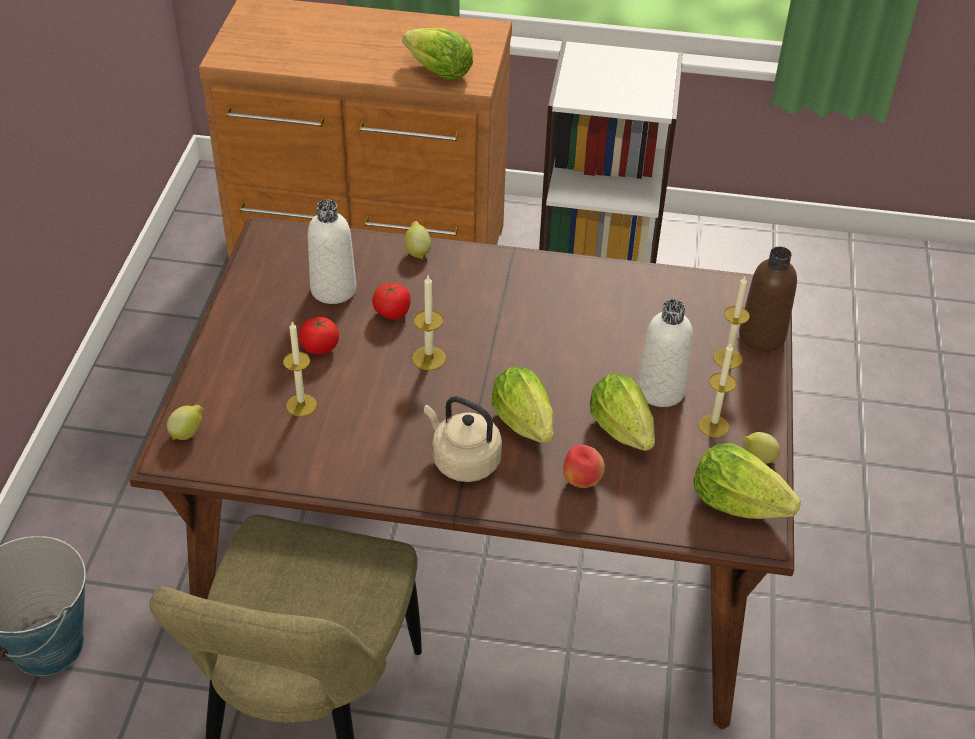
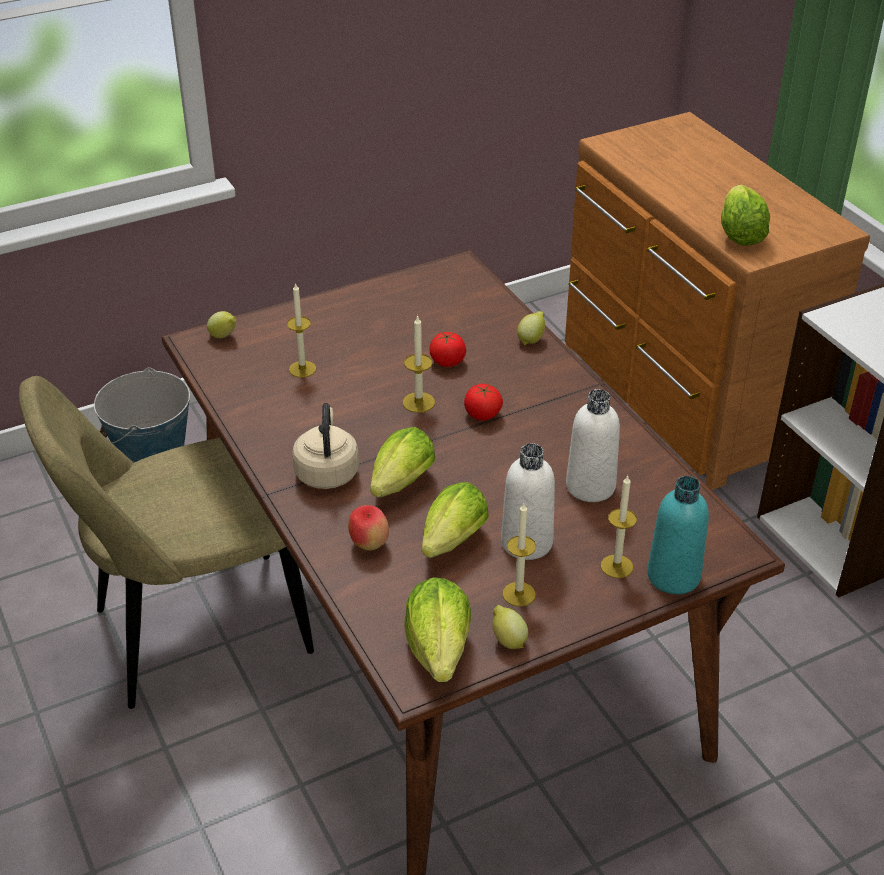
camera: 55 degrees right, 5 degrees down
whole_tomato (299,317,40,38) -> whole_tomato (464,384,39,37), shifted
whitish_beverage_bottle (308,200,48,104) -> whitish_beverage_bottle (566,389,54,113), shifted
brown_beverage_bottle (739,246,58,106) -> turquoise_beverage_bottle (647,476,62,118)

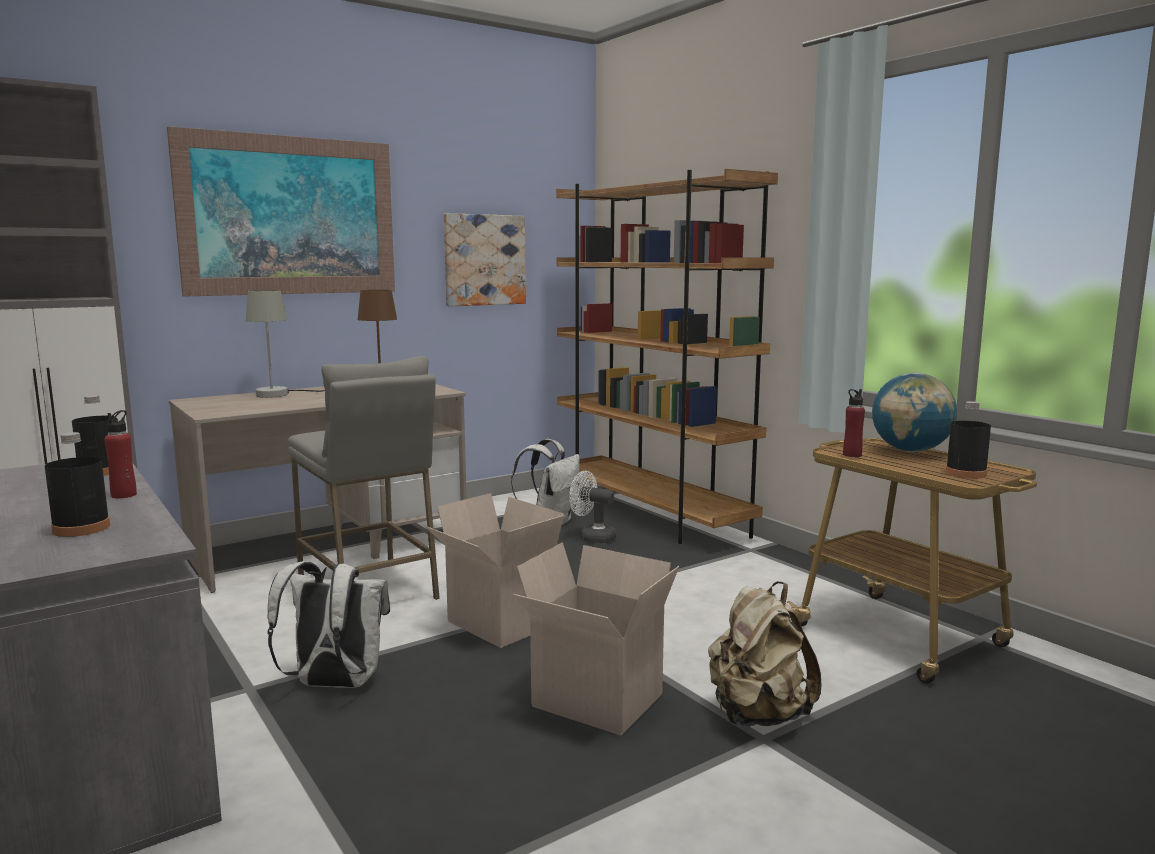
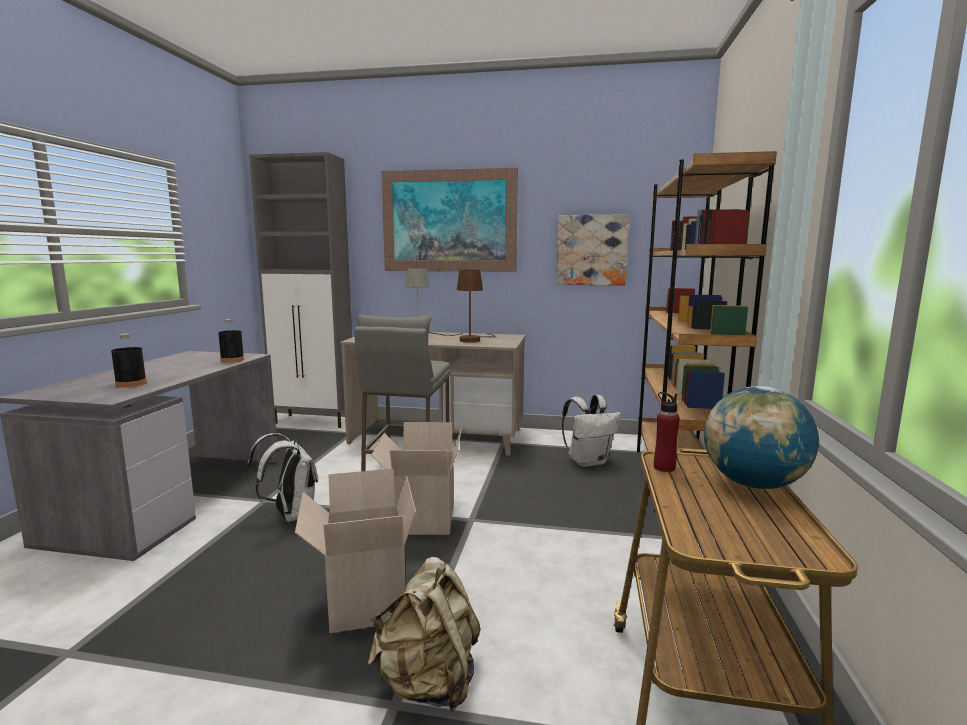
camera: 45 degrees right, 0 degrees up
red_beverage_bottle (104,410,33,88) -> none
whitish_fan (569,471,47,72) -> none
black-coloured_beverage_bottle (946,401,45,78) -> none

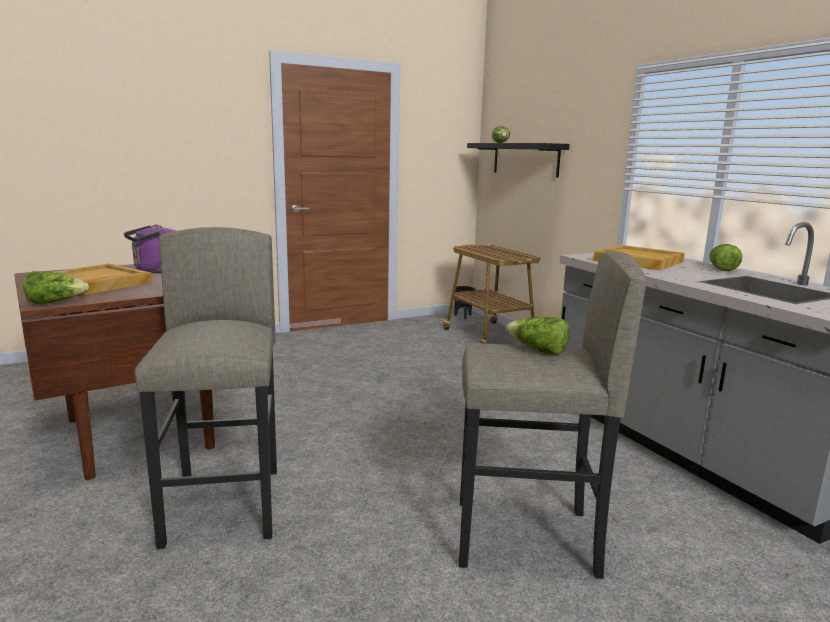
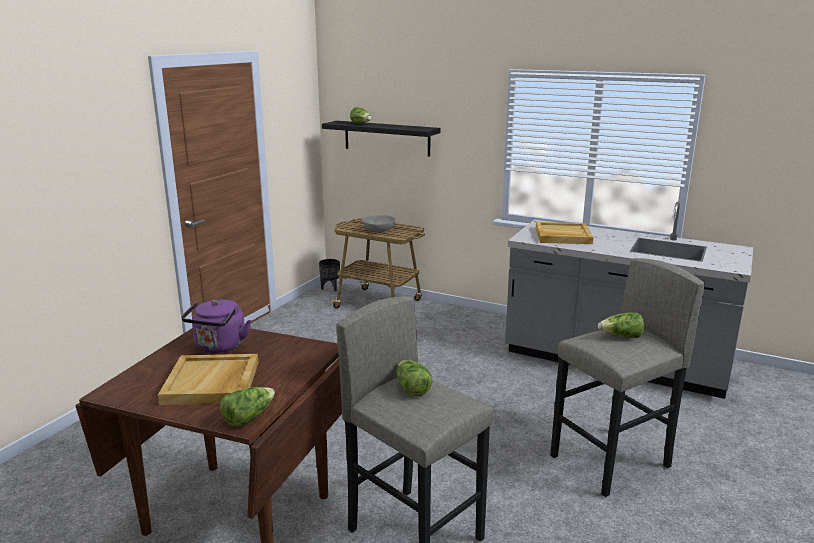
camera: 35 degrees left, 5 degrees up
lettuce (710,244,32,27) -> lettuce (397,360,35,37), shifted
none -> gray_bowl (363,215,33,17)

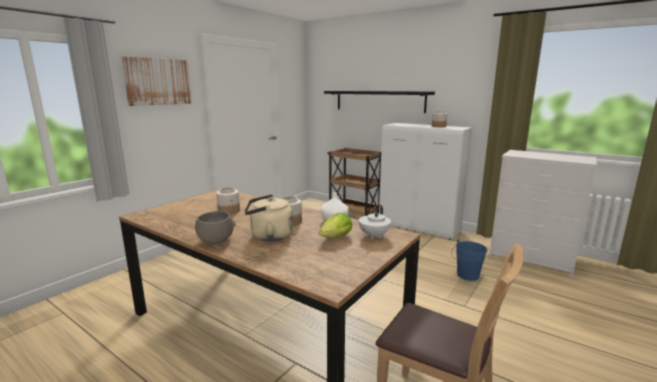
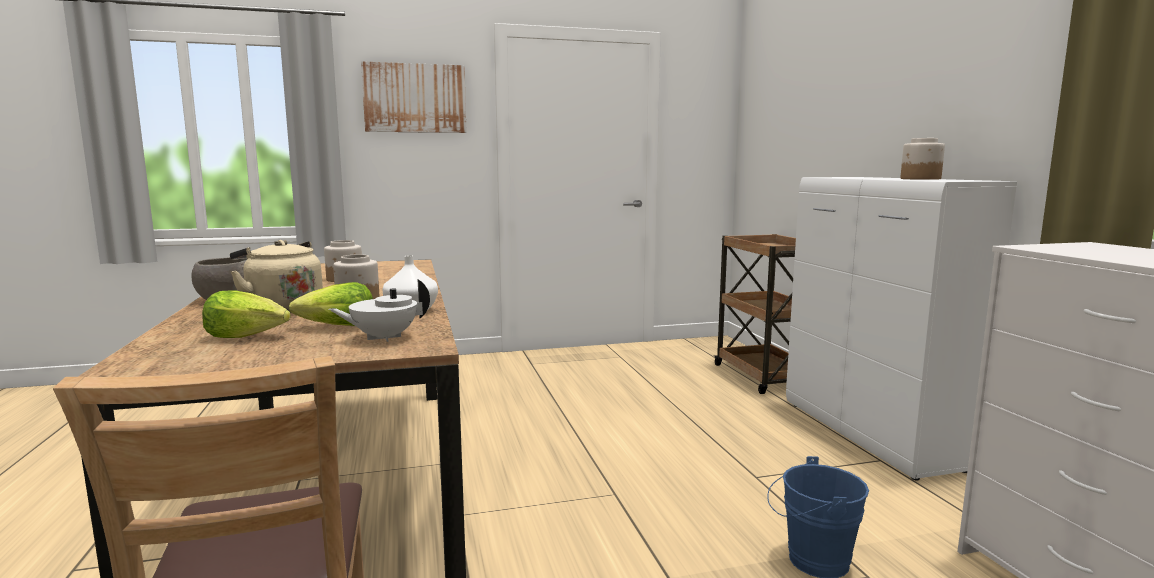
camera: 40 degrees right, 5 degrees down
black-coloured_wall_shelf (324,91,111,22) -> none
none -> lettuce (202,291,89,47)

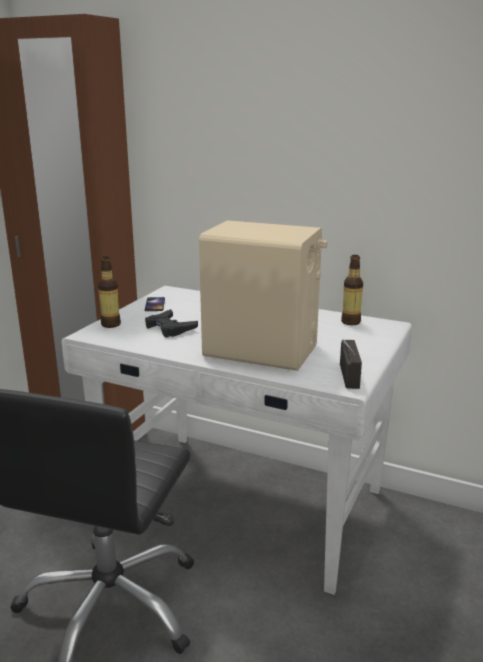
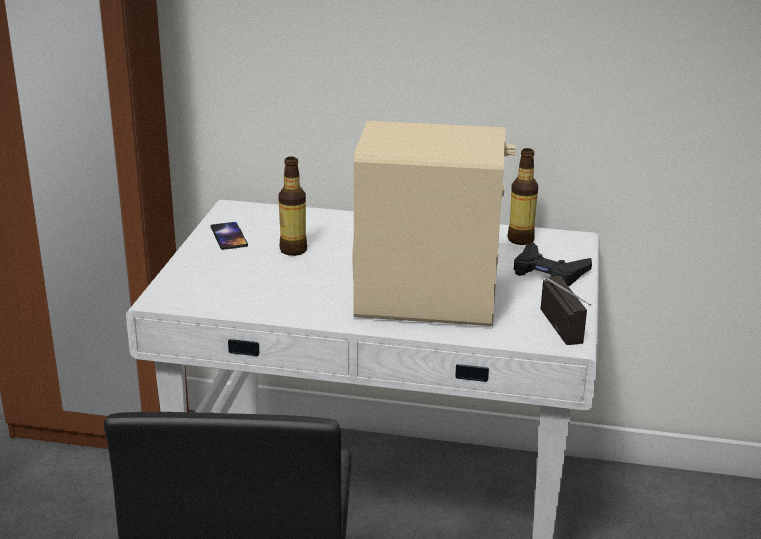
camera: 15 degrees left, 5 degrees up
beverage_bottle (98,257,23,71) -> beverage_bottle (278,157,29,99), shifted
black-coloured_joypad (145,309,53,29) -> black-coloured_joypad (514,242,78,44), shifted

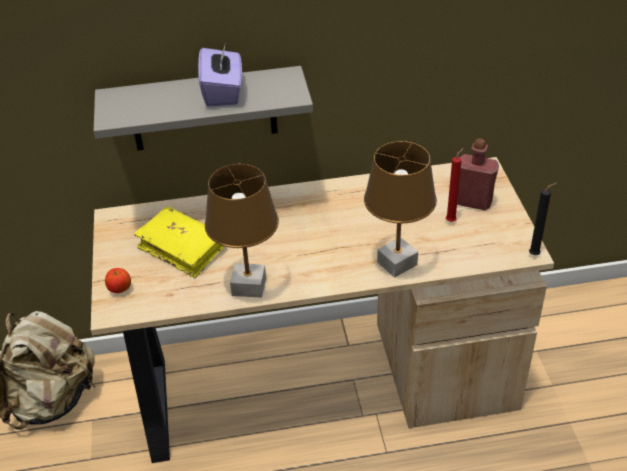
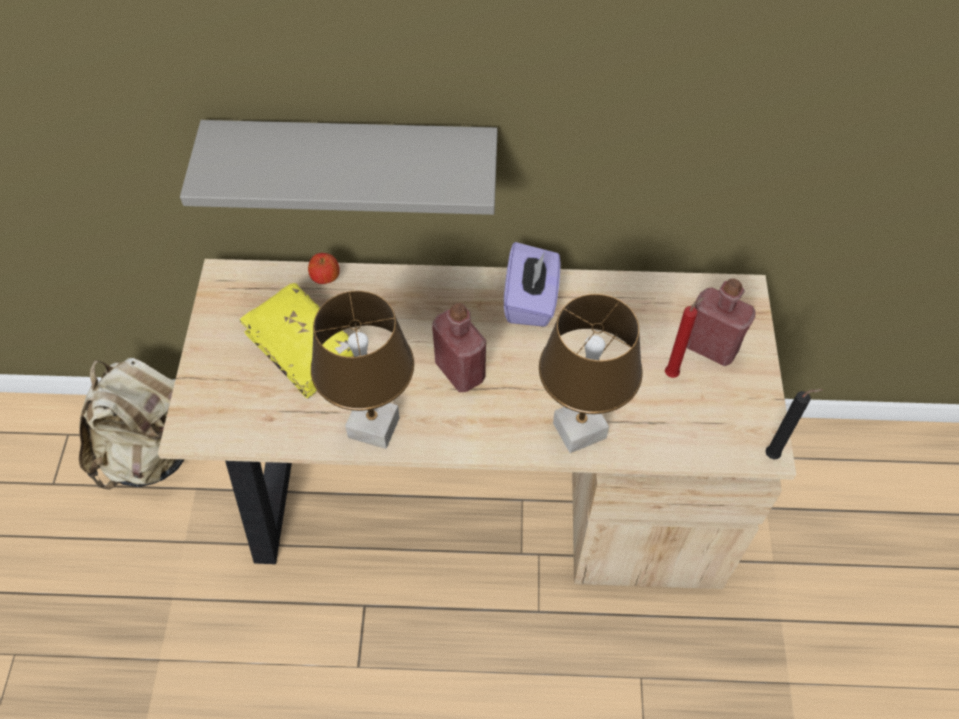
camera: 10 degrees right, 15 degrees up
apple_fruit (105,268,26,25) -> apple_fruit (308,253,32,31), shifted
purple_box_of_tissues (198,42,44,65) -> purple_box_of_tissues (504,242,57,85), shifted
none -> red_beverage_bottle (432,303,54,89)

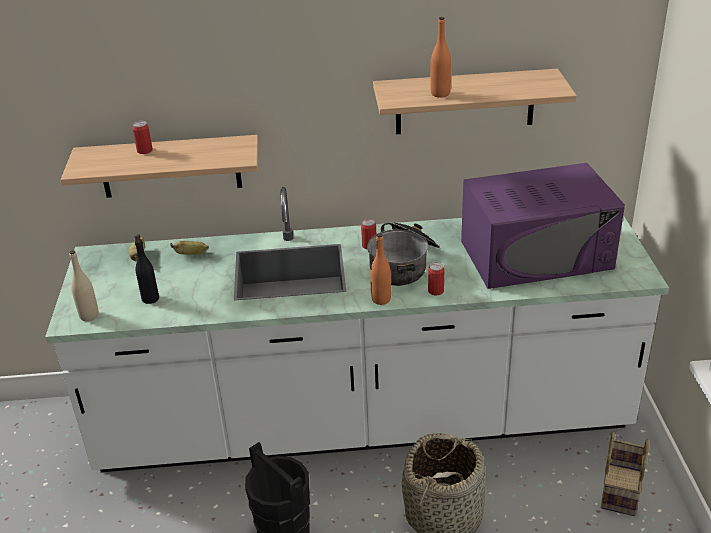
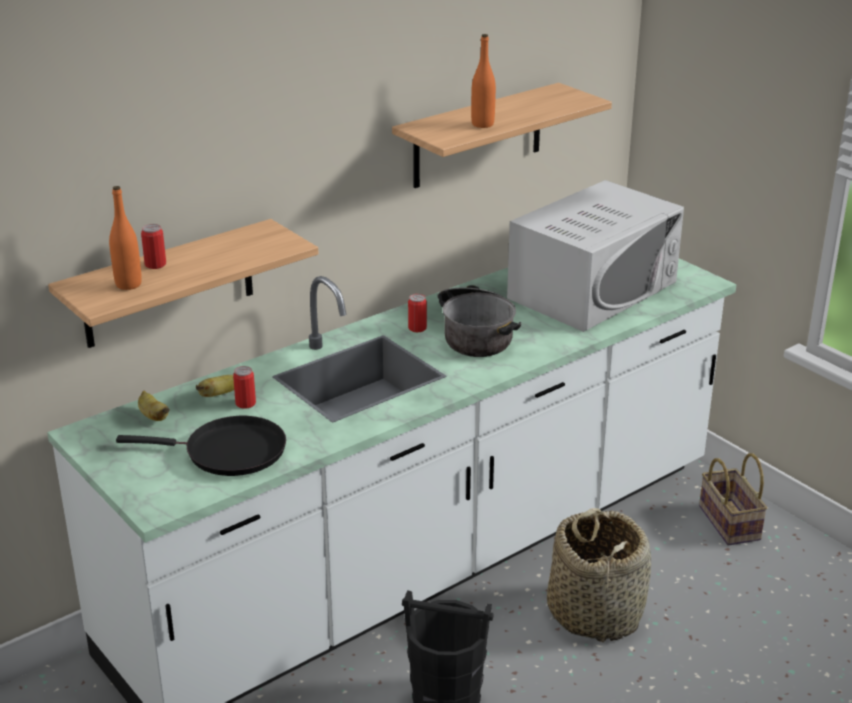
camera: 35 degrees left, 5 degrees down
beige-coloured_beverage_bottle (70,250,29,71) -> none
black-coloured_beverage_bottle (135,234,24,70) -> black-coloured_frying_pan (116,416,170,60)
orange-coloured_beverage_bottle (370,233,21,72) -> orange-coloured_beverage_bottle (109,186,33,104), shifted
can (428,262,16,33) -> can (233,366,23,43), shifted
purple_microwave (461,163,164,126) -> whitish_microwave (507,180,177,152)

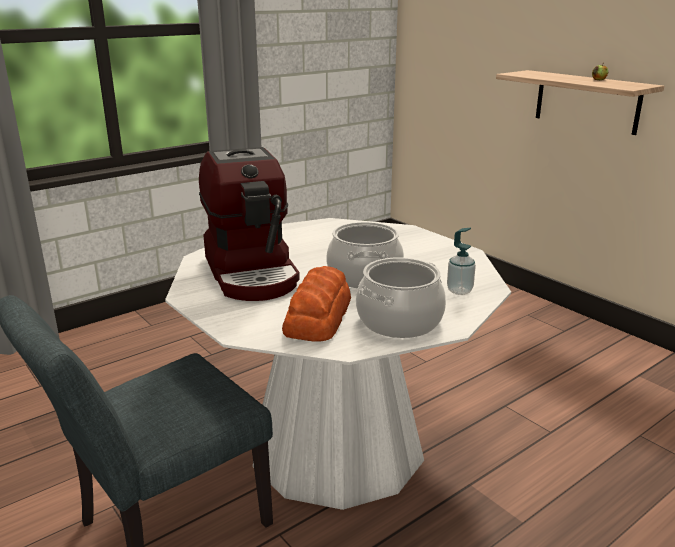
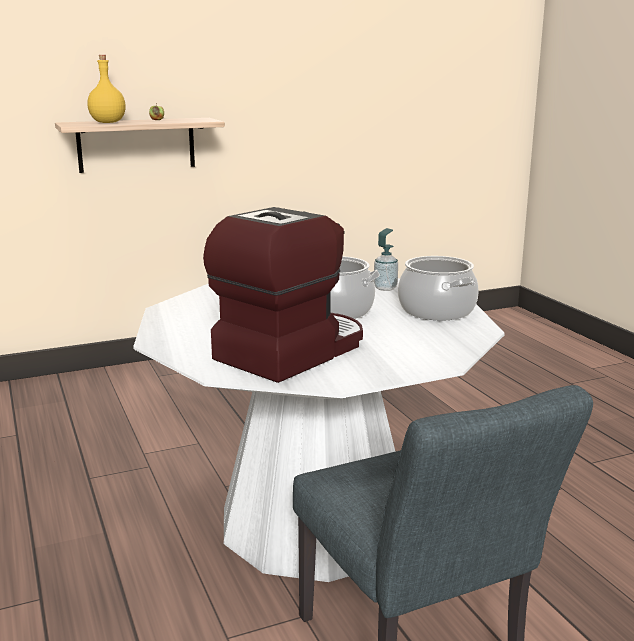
camera: 75 degrees left, 5 degrees down
coffee_maker (199,147,101,154) -> coffee_maker (203,207,160,176), 45 degrees counterclockwise
bakery_bread (282,266,69,76) -> none
none -> yellowish_beverage_bottle (87,55,39,68)

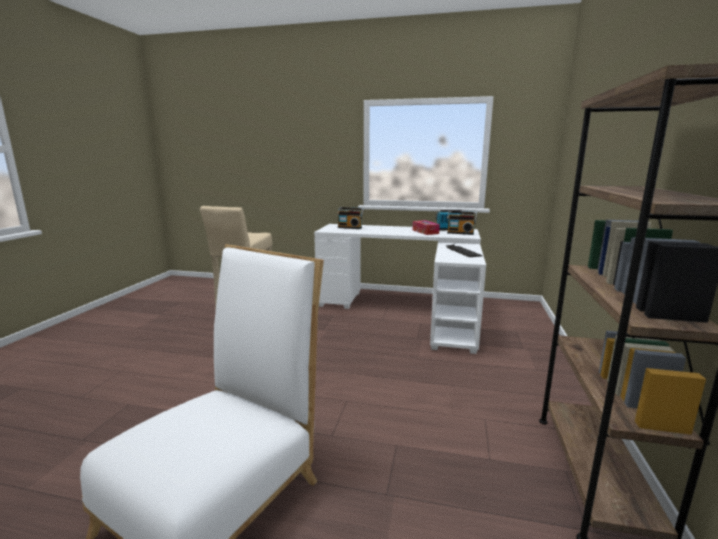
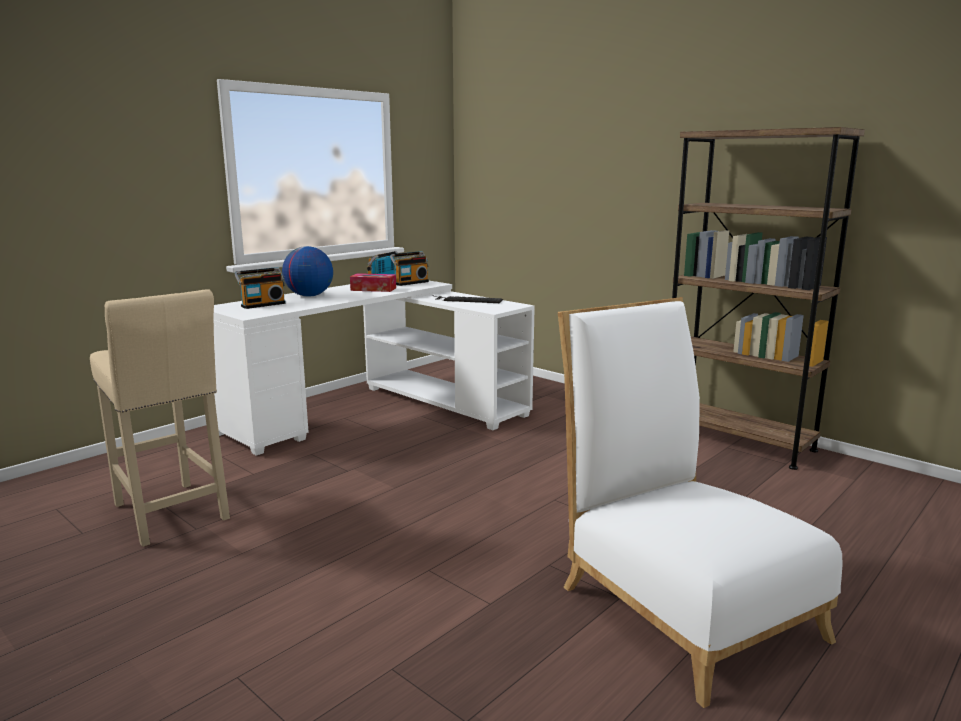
camera: 60 degrees left, 0 degrees up
none -> desk_globe (282,246,51,51)

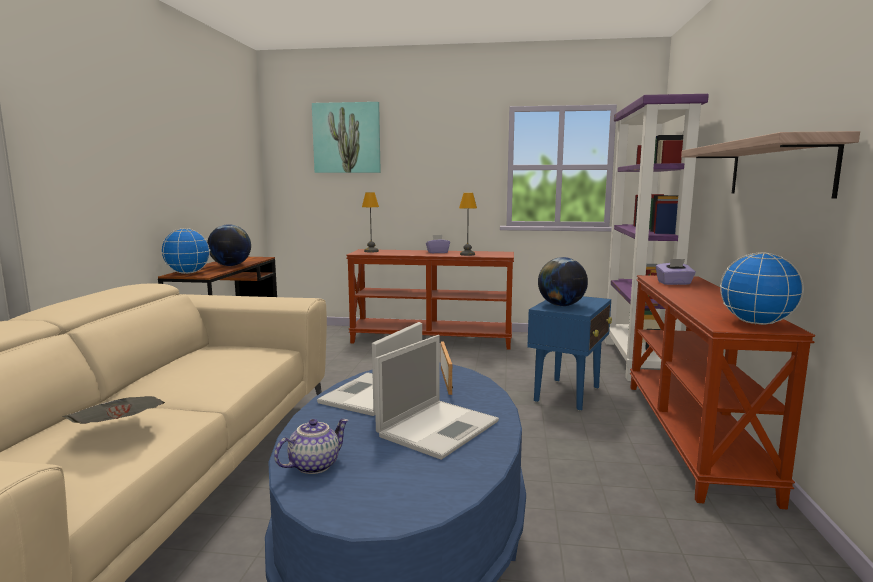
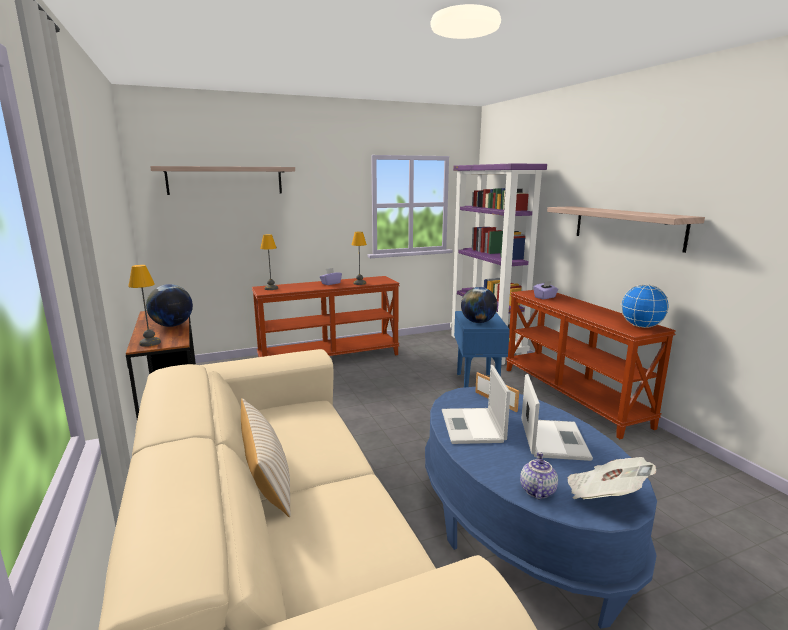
camera: 30 degrees left, 5 degrees up
daily_paper (62,396,103,28) -> daily_paper (568,457,88,42), shifted
desk_globe (161,228,49,46) -> lamp_for_a_table (128,265,33,82)
wall_art (312,102,69,71) -> wall_shelf (150,166,145,29)
none -> beige-coloured_throw_pillow (241,398,50,119)

